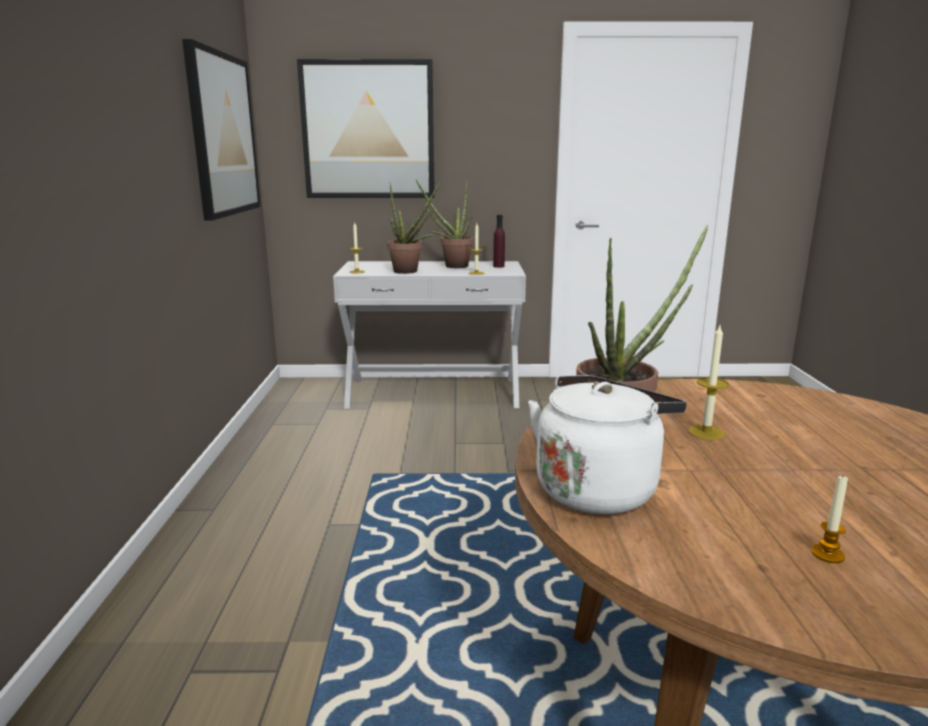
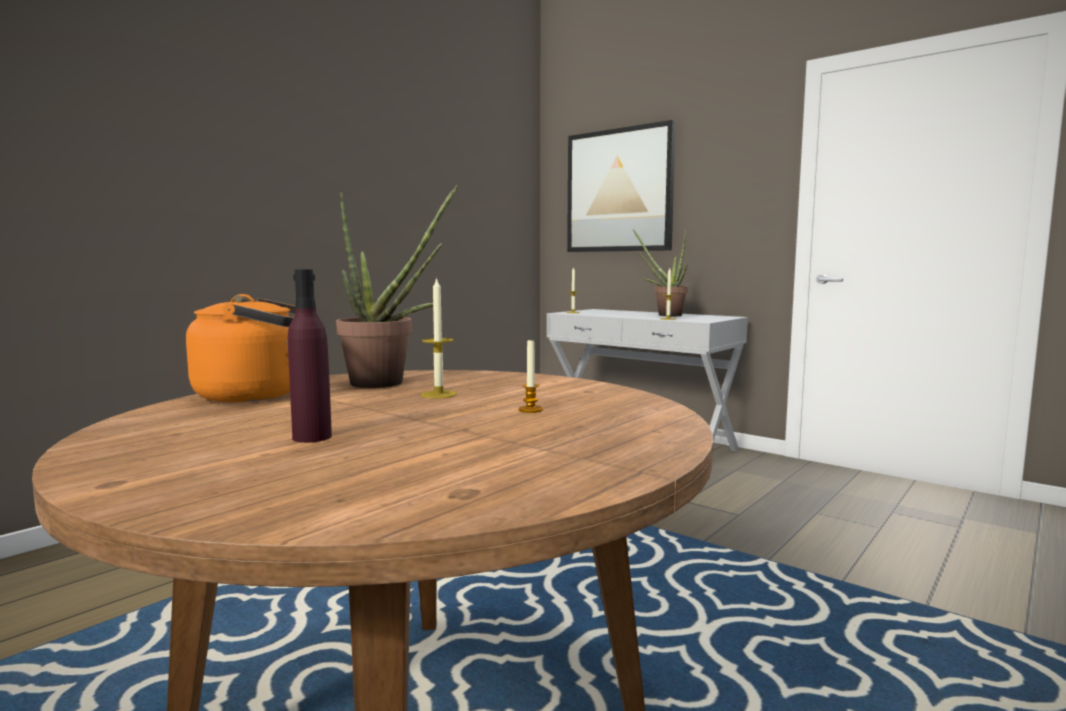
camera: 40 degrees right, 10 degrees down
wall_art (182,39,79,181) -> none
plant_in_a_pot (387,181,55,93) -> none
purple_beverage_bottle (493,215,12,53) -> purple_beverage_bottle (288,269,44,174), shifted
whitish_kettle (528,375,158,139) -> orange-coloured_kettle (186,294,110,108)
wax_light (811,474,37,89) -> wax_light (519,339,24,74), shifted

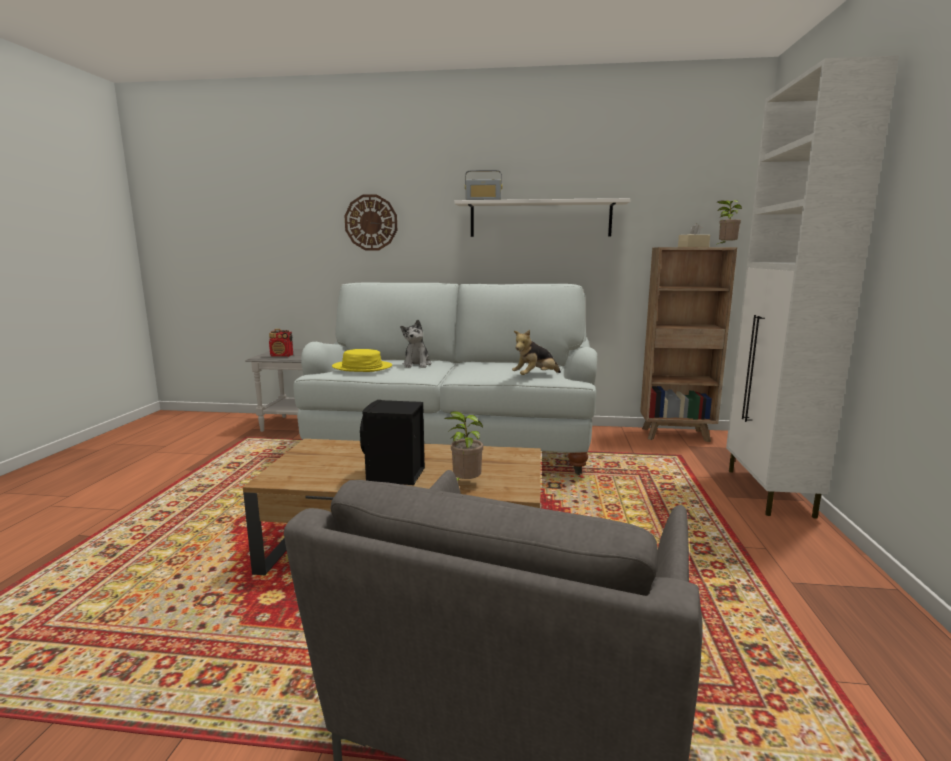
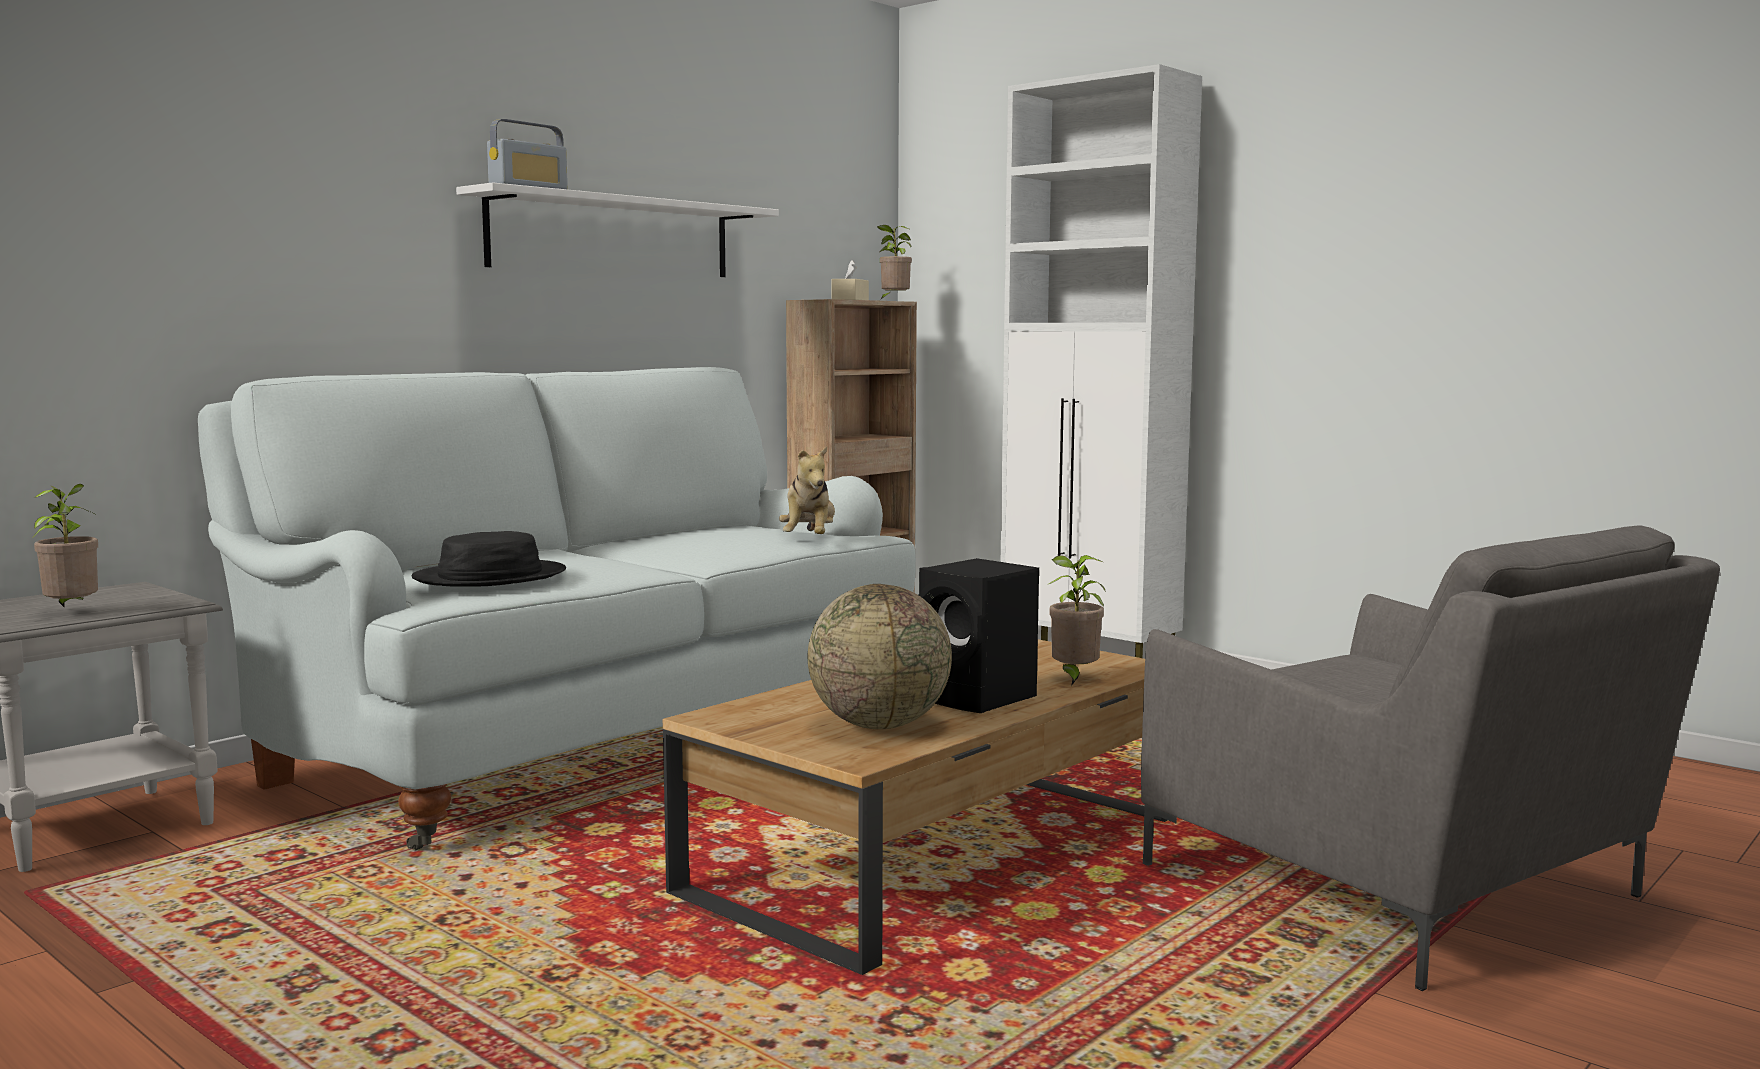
camera: 55 degrees left, 5 degrees down
radio (269,329,24,28) -> plant_in_a_pot (31,484,67,123)
yellowish_hat (332,349,60,23) -> black-coloured_hat (412,531,154,56)
wall_clock (344,194,53,56) -> none
cuddly_toy (400,320,31,48) -> none
none -> desk_globe (808,584,144,145)

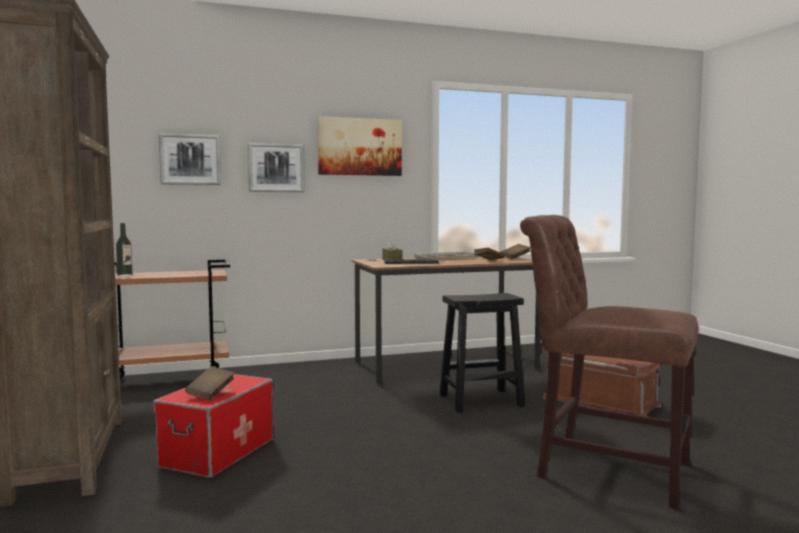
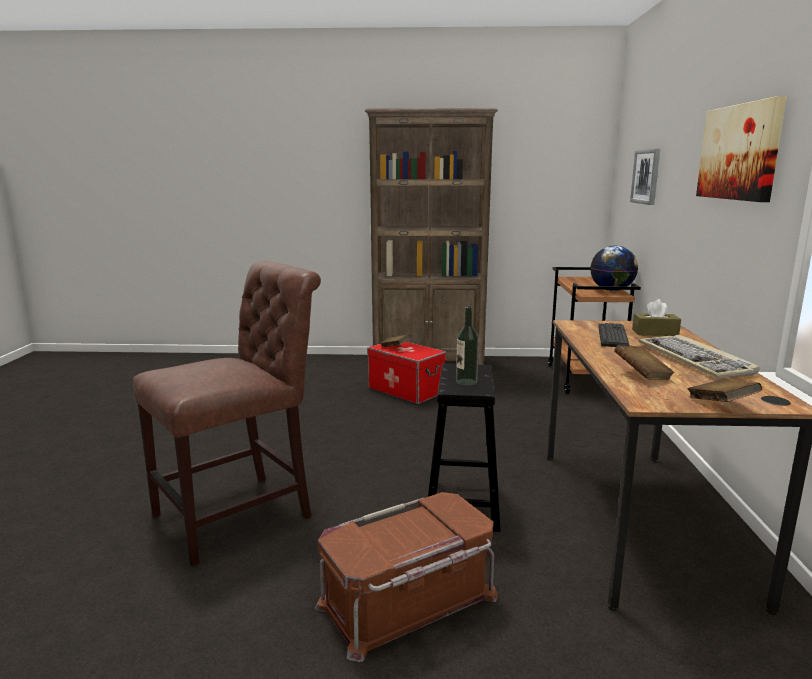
camera: 110 degrees right, 10 degrees up
beverage_bottle (116,223,17,53) -> beverage_bottle (456,306,23,80), shifted
wall_art (248,143,57,49) -> none
none -> desk_globe (590,246,48,45)

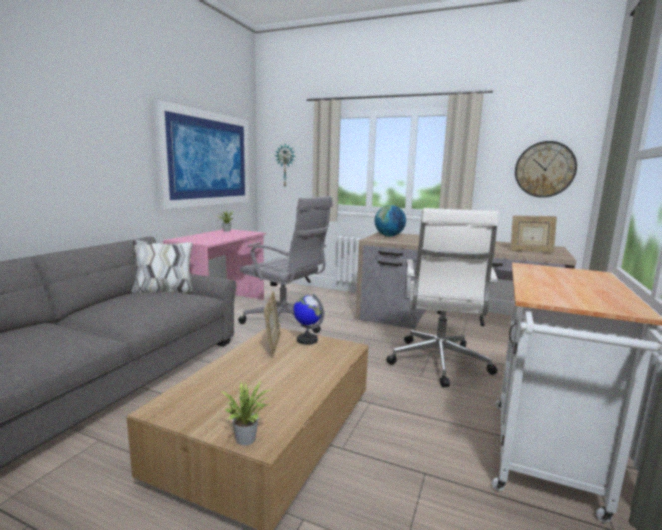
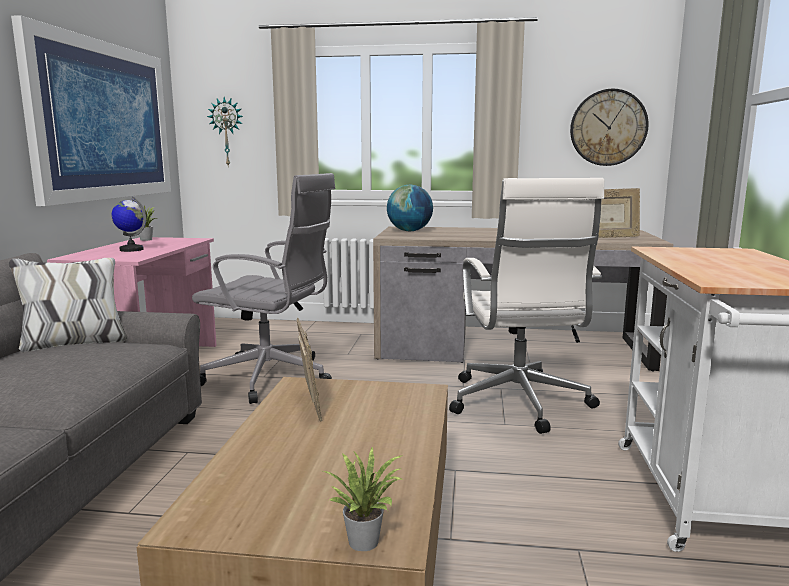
camera: 15 degrees left, 0 degrees up
desk_globe (293,294,31,51) -> desk_globe (111,196,35,56), shifted

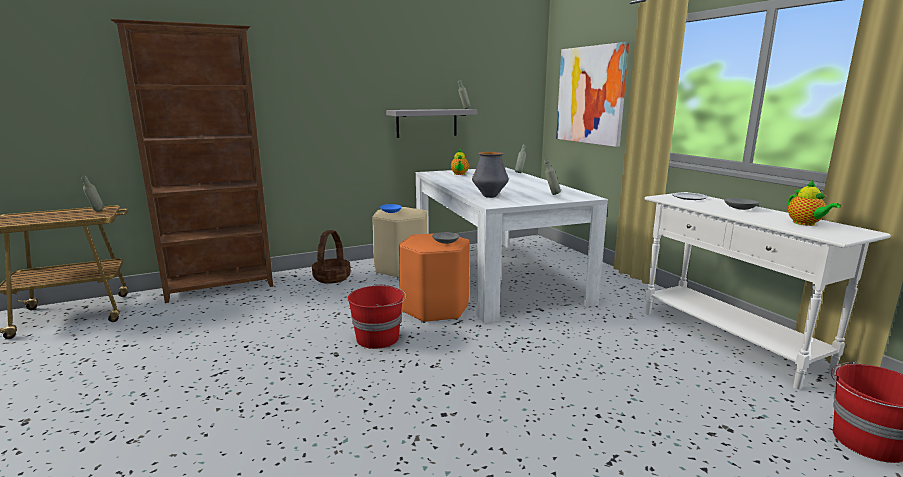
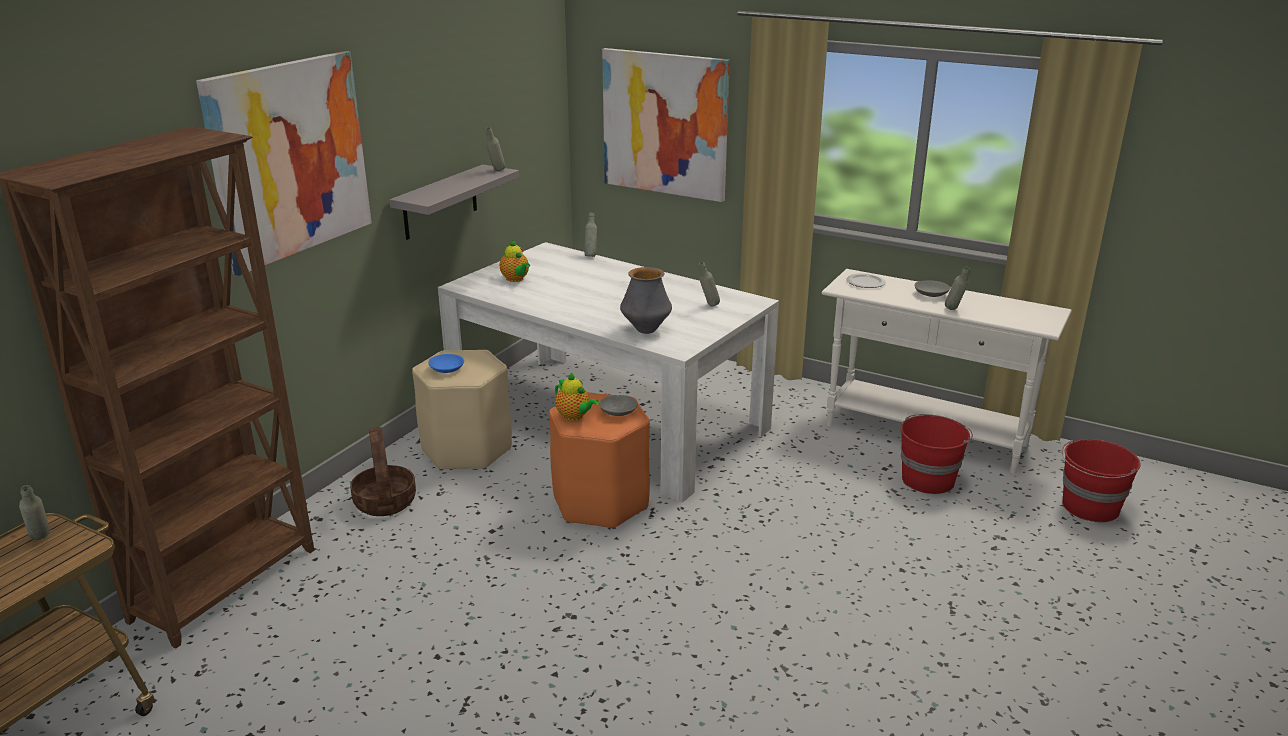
camera: 35 degrees left, 10 degrees up
red_bucket (348,284,58,65) -> red_bucket (901,414,72,80), shifted
tea_pot (788,180,53,46) -> tea_pot (555,373,45,48), shifted
none -> wall_art (196,51,176,225)
none -> gray_beverage_bottle (945,267,25,43)

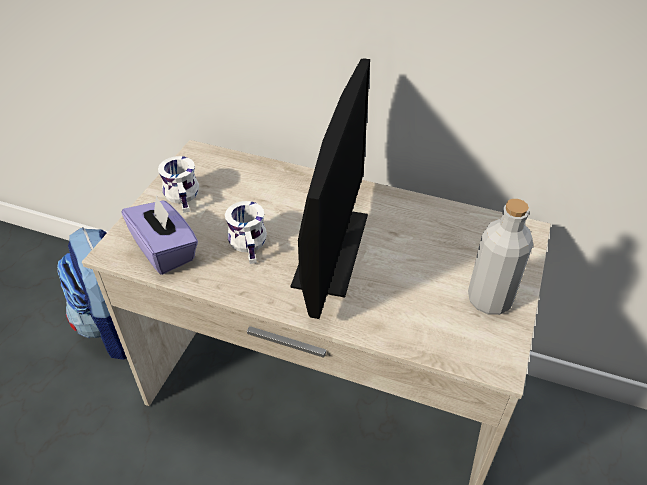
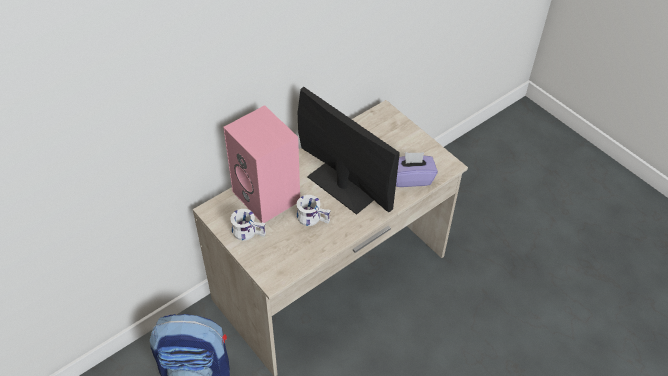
camera: 60 degrees left, 5 degrees up
purple_box_of_tissues (122,195,76,80) -> purple_box_of_tissues (396,152,42,35), shifted
gray_beverage_bottle (468,199,65,116) -> none
none -> pinkish_speaker (223,105,77,118)

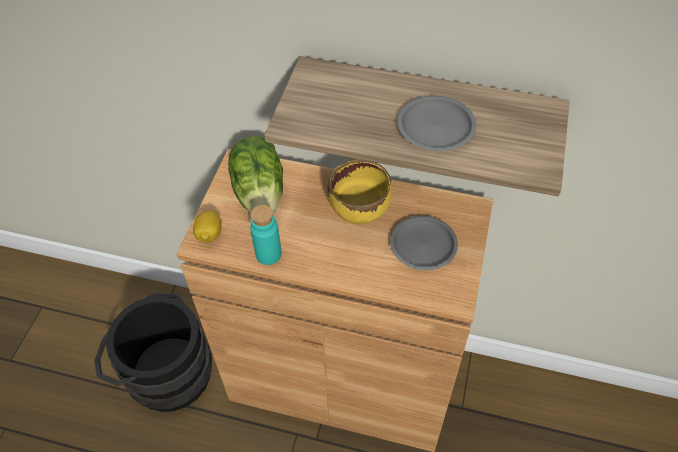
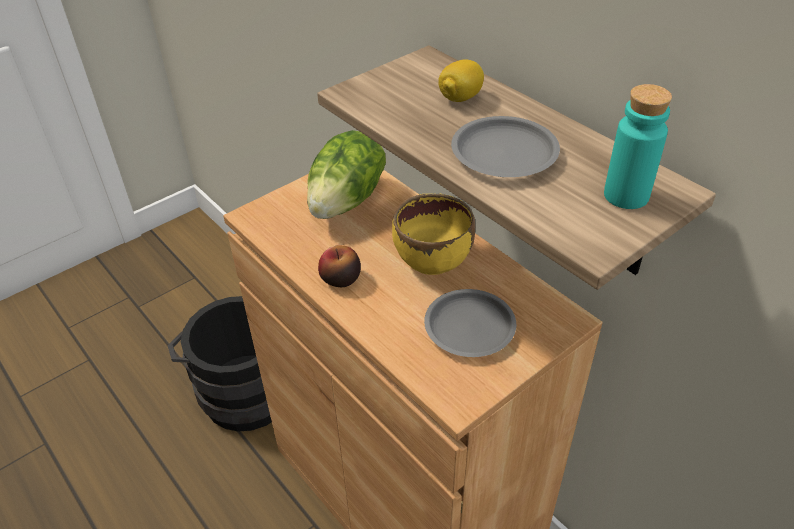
camera: 35 degrees right, 10 degrees down
lemon (193,210,28,33) -> lemon (438,59,46,43), shifted
turquoise_beverage_bottle (250,205,32,60) -> turquoise_beverage_bottle (604,84,68,125), shifted
none -> apple_fruit (318,245,43,42)

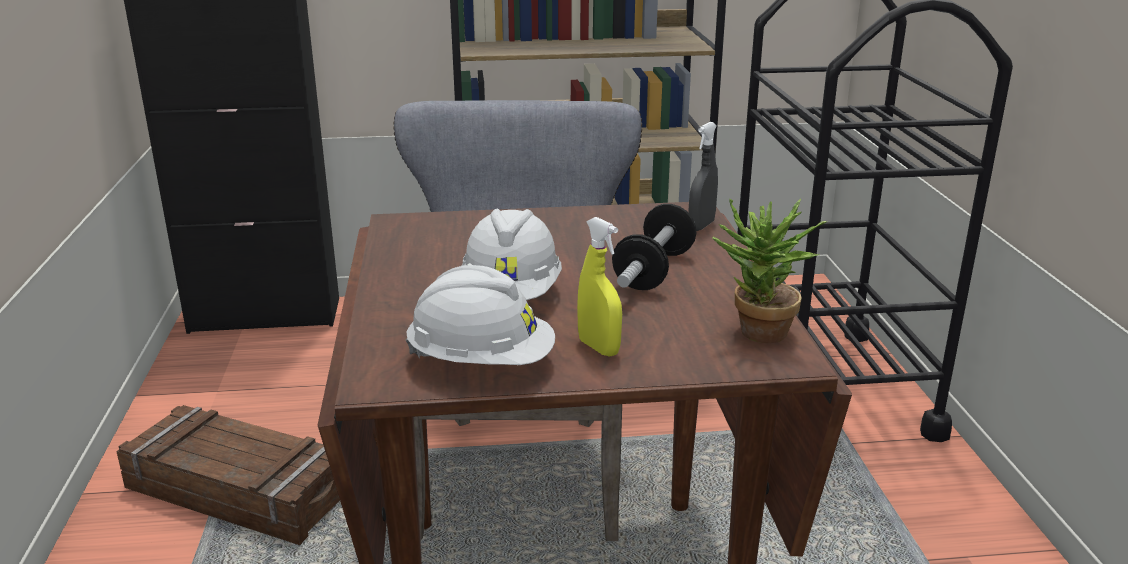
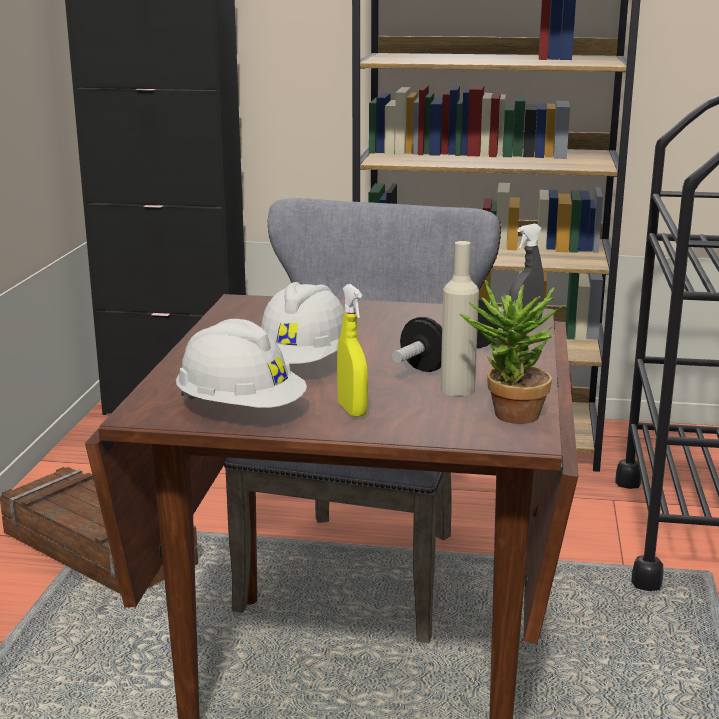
camera: 15 degrees right, 5 degrees down
none -> beige-coloured_beverage_bottle (441,241,38,155)

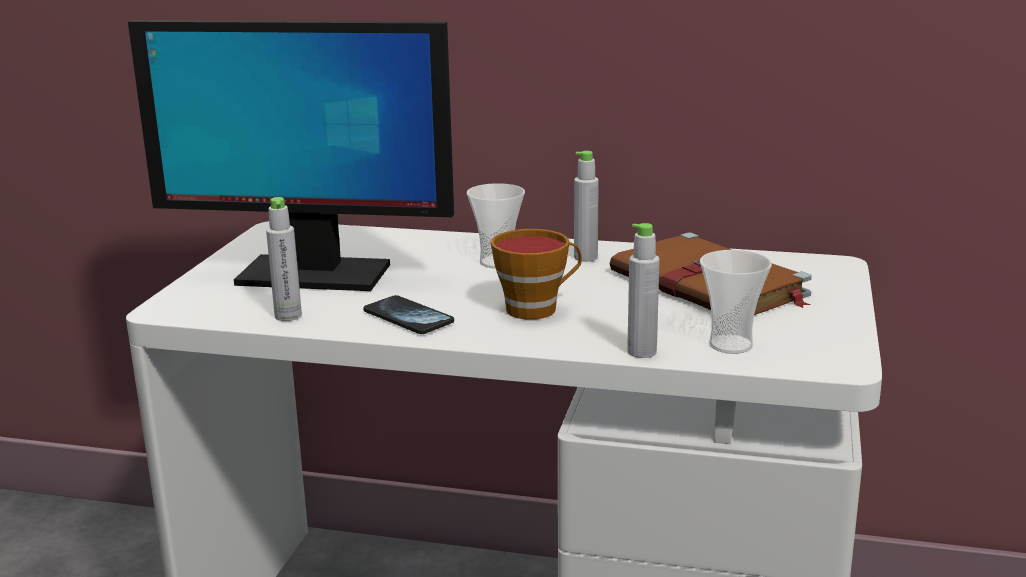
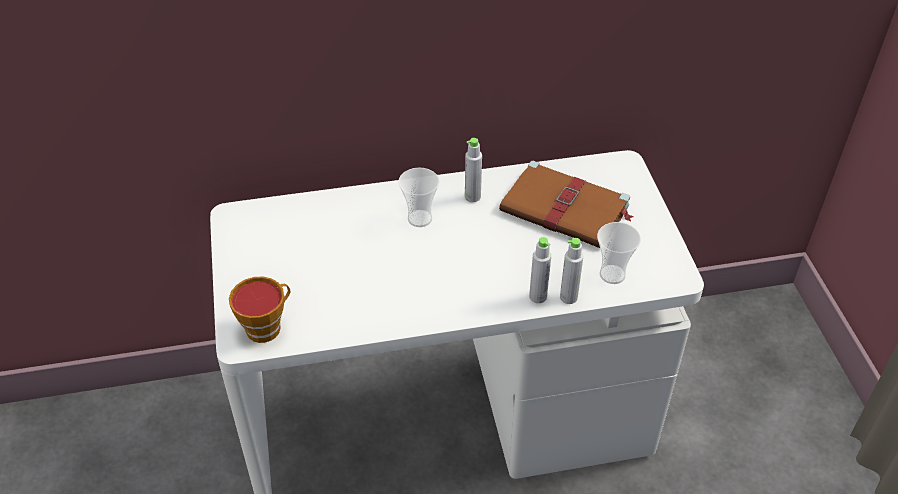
camera: 25 degrees left, 25 degrees up
monitor (128,20,326,271) -> none
gray_beverage_bottle (266,197,36,124) -> gray_beverage_bottle (529,237,22,66), shifted
telephone (363,295,91,39) -> none
small_cup (491,229,91,91) -> small_cup (229,276,61,67), shifted

